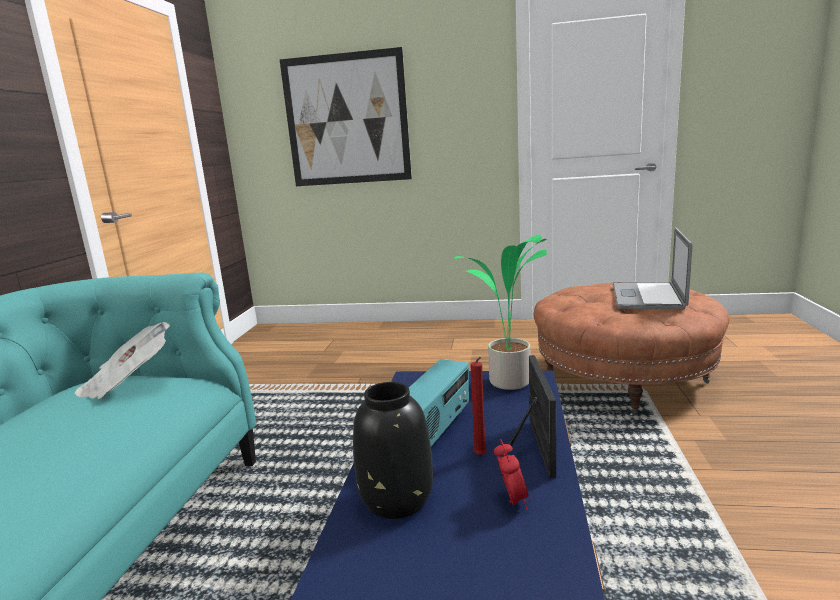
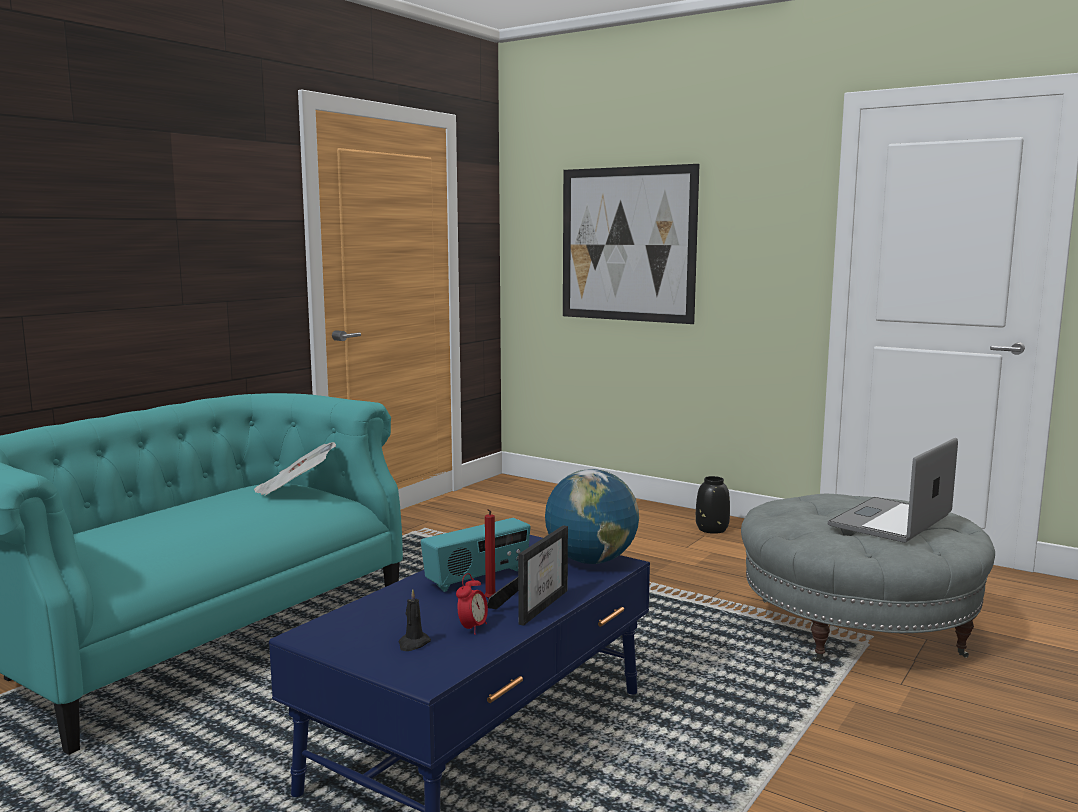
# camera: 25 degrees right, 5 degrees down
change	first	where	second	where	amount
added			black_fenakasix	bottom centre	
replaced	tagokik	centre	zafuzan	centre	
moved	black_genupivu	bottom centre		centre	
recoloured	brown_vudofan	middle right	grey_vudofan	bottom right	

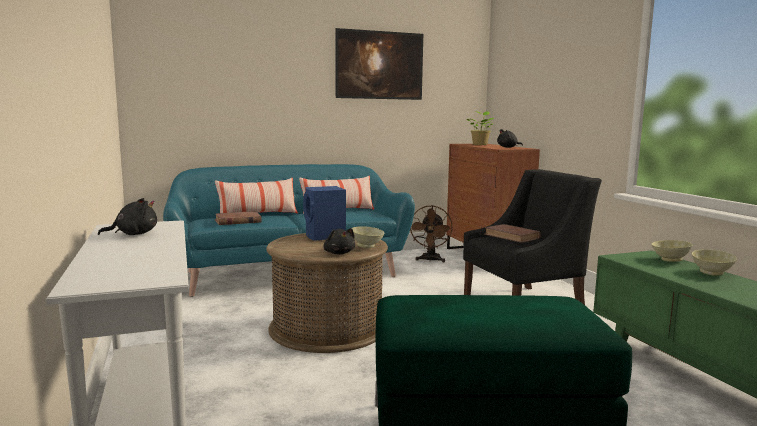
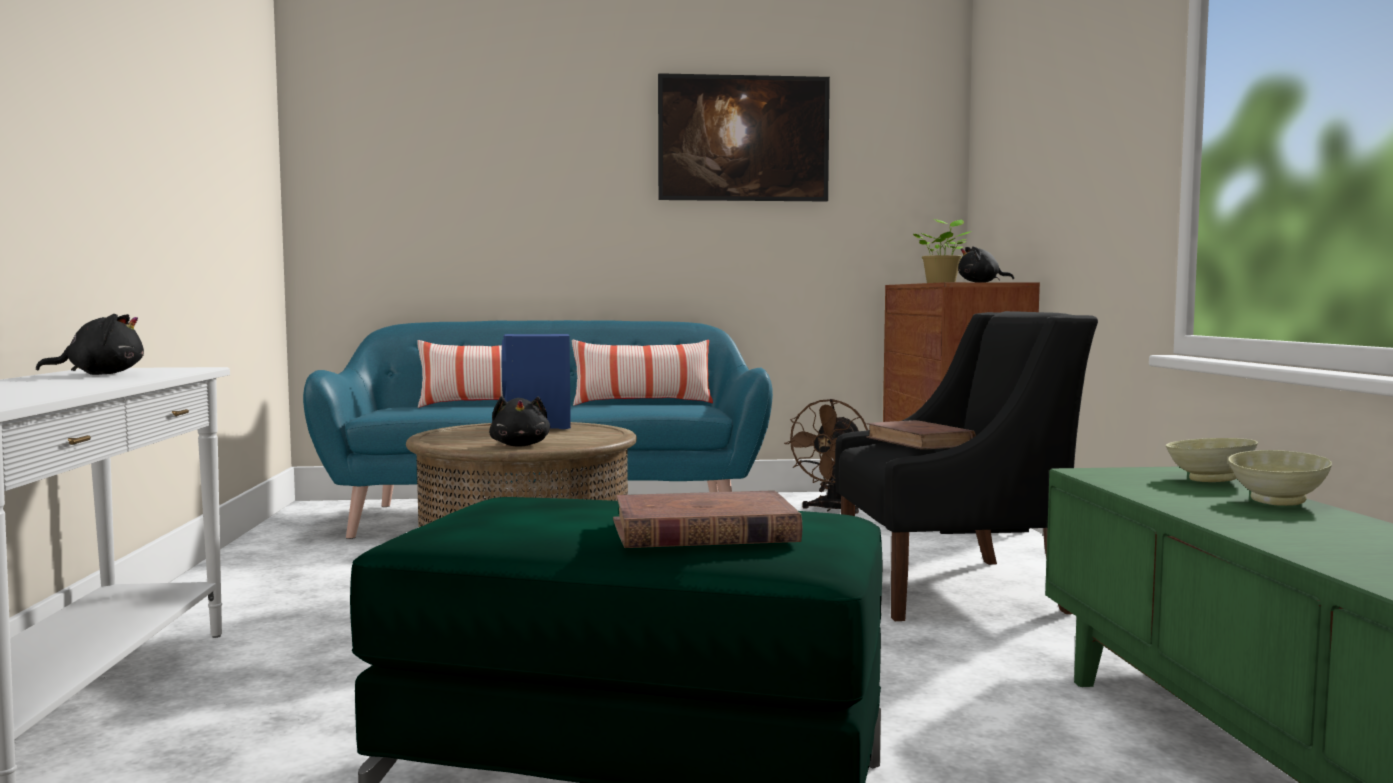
# camera: 15 degrees right, 5 degrees down
change	first	where	second	where	amount
moved	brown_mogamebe (1st from left)	middle left		centre	
removed	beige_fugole (1st from left)	centre			

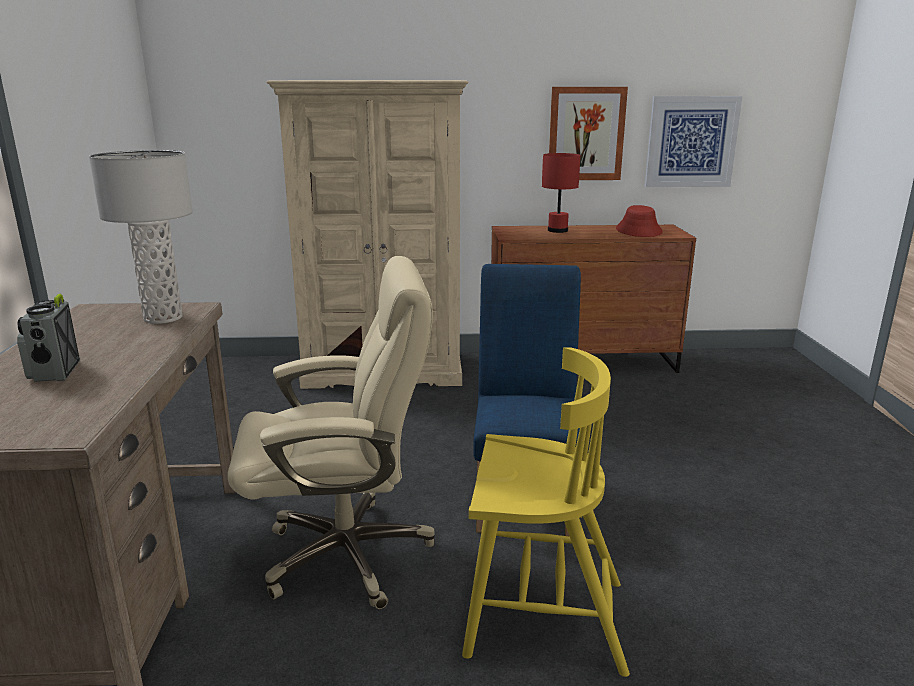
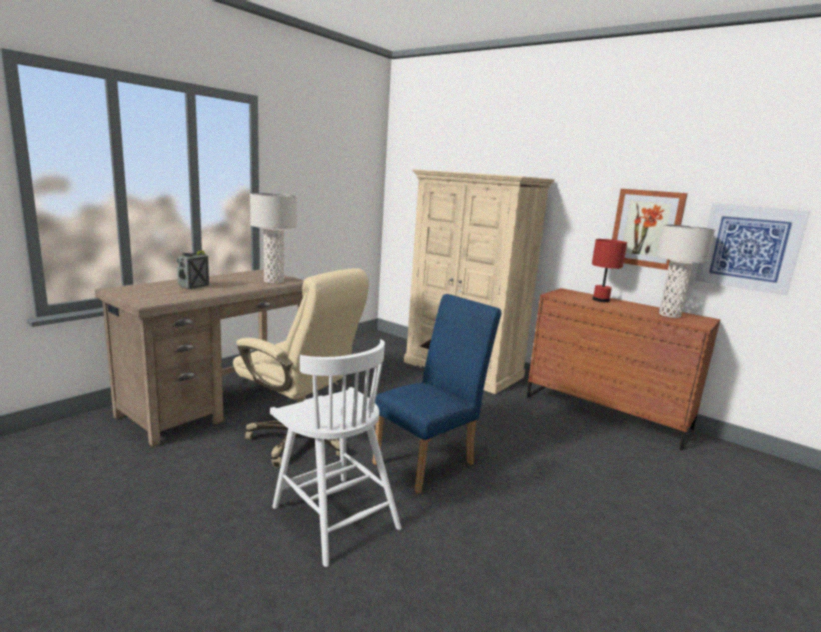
# camera: 40 degrees right, 5 degrees down
change	first	where	second	where	amount
recoloured	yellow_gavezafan	bottom centre	white_gavezafan	bottom centre	
replaced	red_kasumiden	top right	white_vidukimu (2nd from left)	middle right	

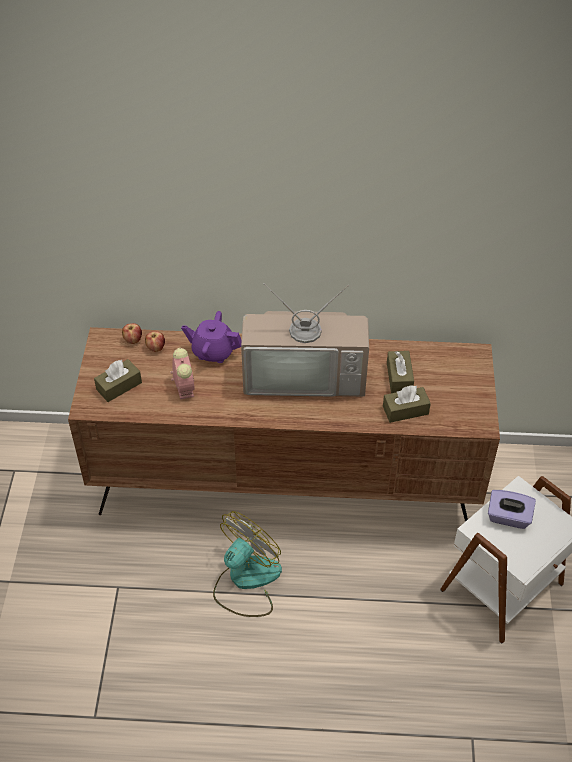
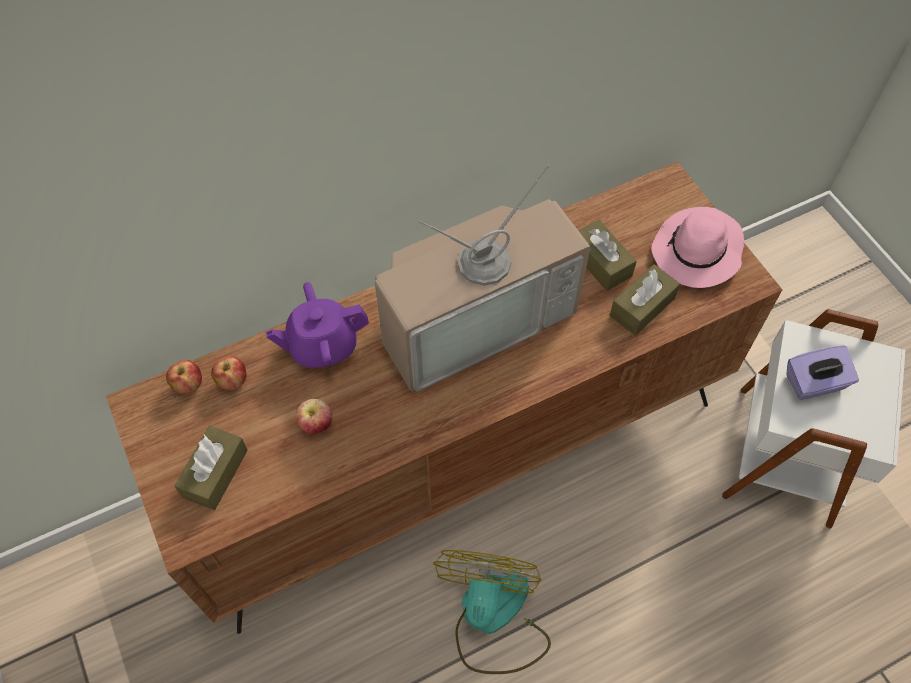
# camera: 30 degrees left, 10 degrees up
change	first	where	second	where	amount
replaced	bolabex	middle left	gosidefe (3rd from left)	centre	
added			pink_kasumiden	middle right	

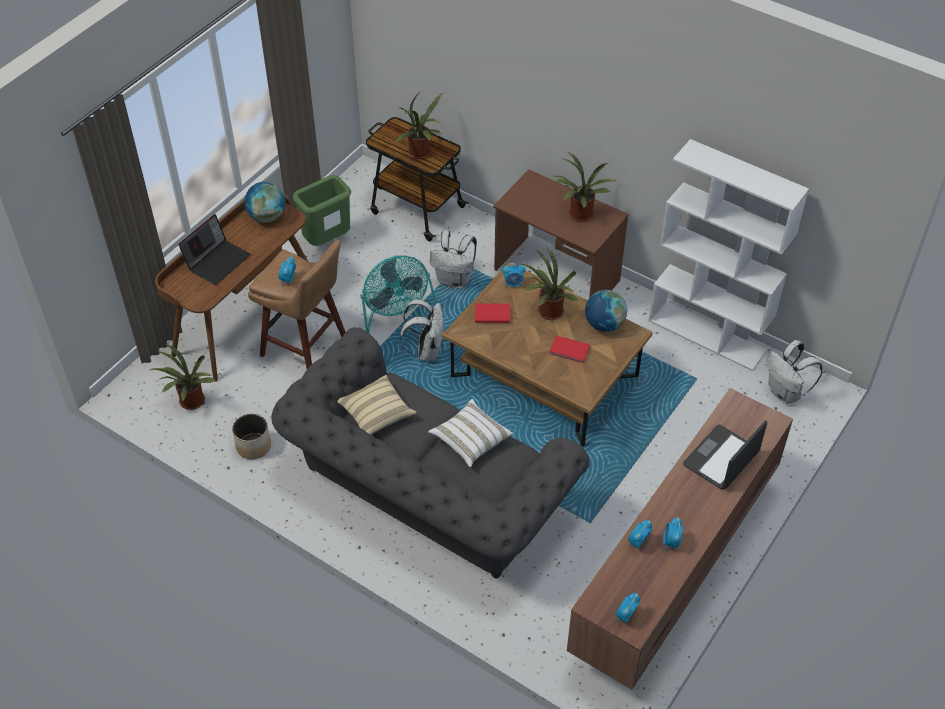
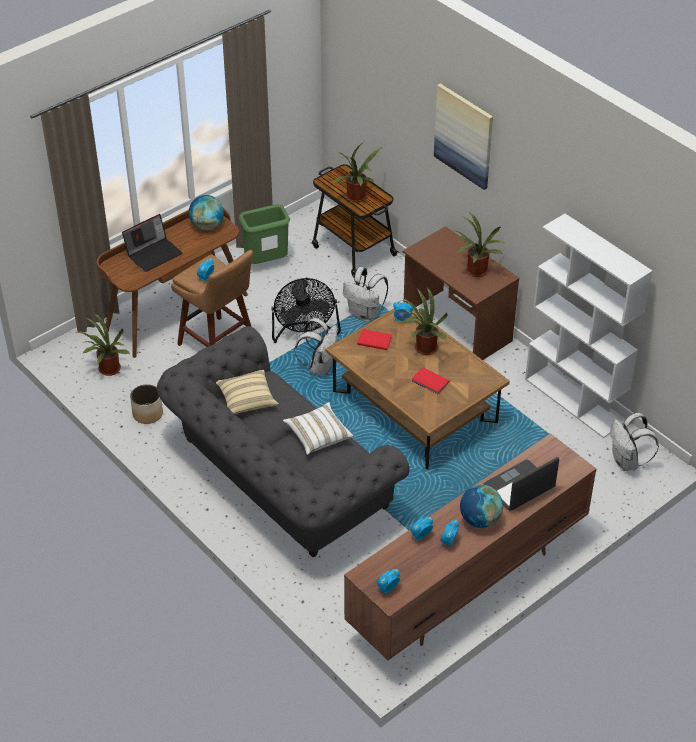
# camera: 15 degrees right, 5 degrees down
change	first	where	second	where	amount
recoloured	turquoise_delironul	centre	black_delironul	centre	
added			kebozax	top centre	
moved	zafuzan (2nd from left)	centre		bottom right	

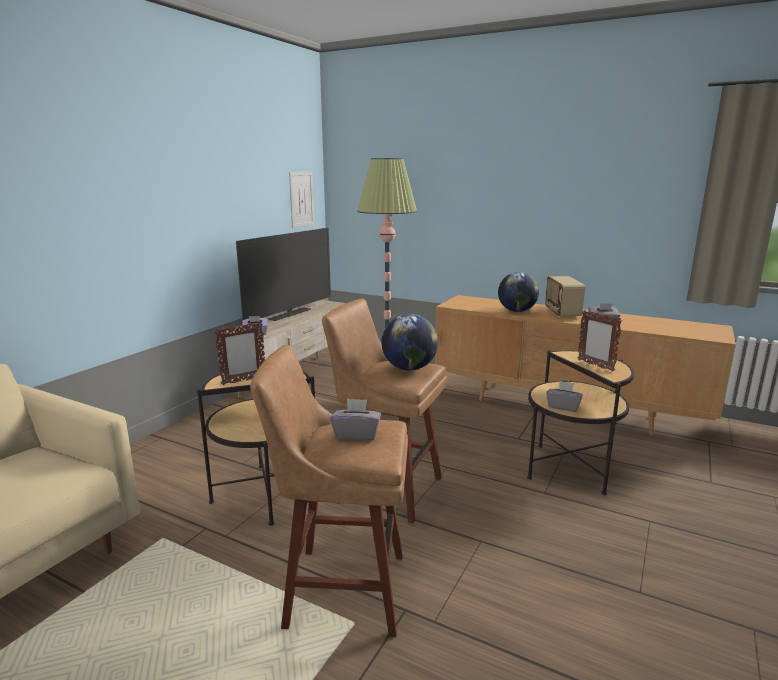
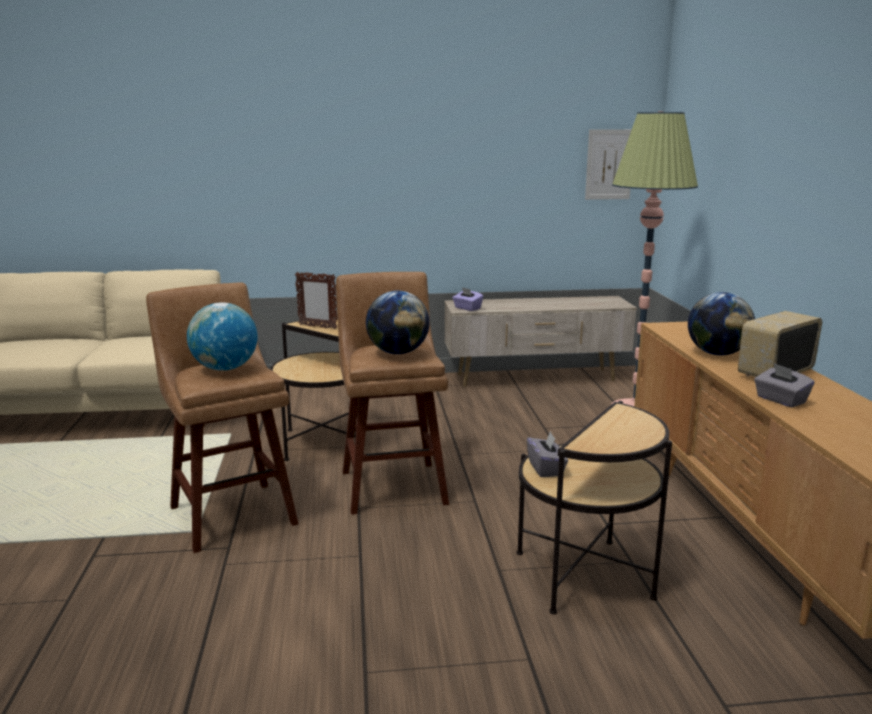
# camera: 55 degrees right, 0 degrees up
change	first	where	second	where	amount
replaced	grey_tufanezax (1st from left)	centre	zafuzan (1st from left)	middle left	
removed	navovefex	centre			
removed	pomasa (2nd from left)	middle right			

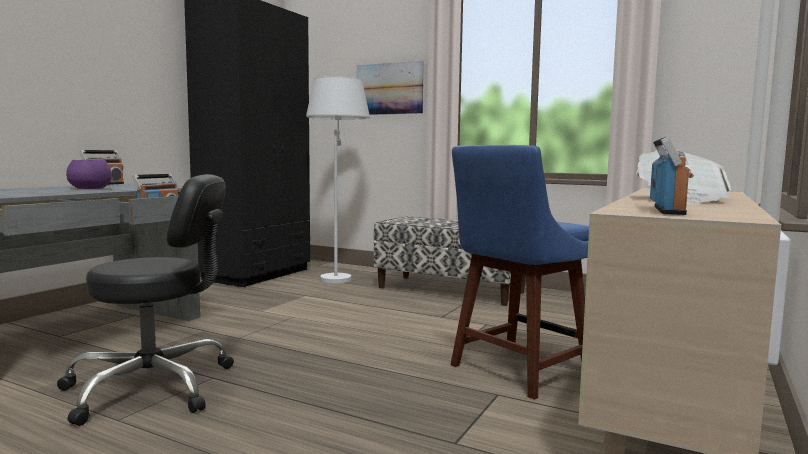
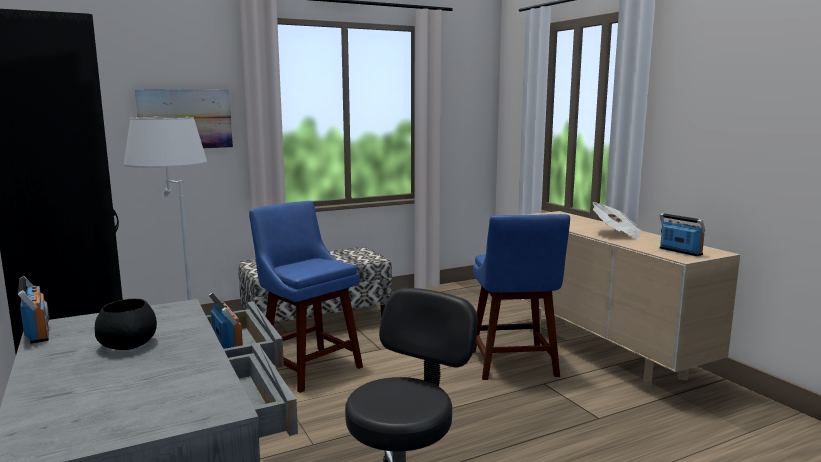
# camera: 55 degrees left, 5 degrees up
change	first	where	second	where	amount
recoloured	purple_fugole	middle left	black_fugole	bottom left	
added			blue_gavezafan (1st from left)	centre	

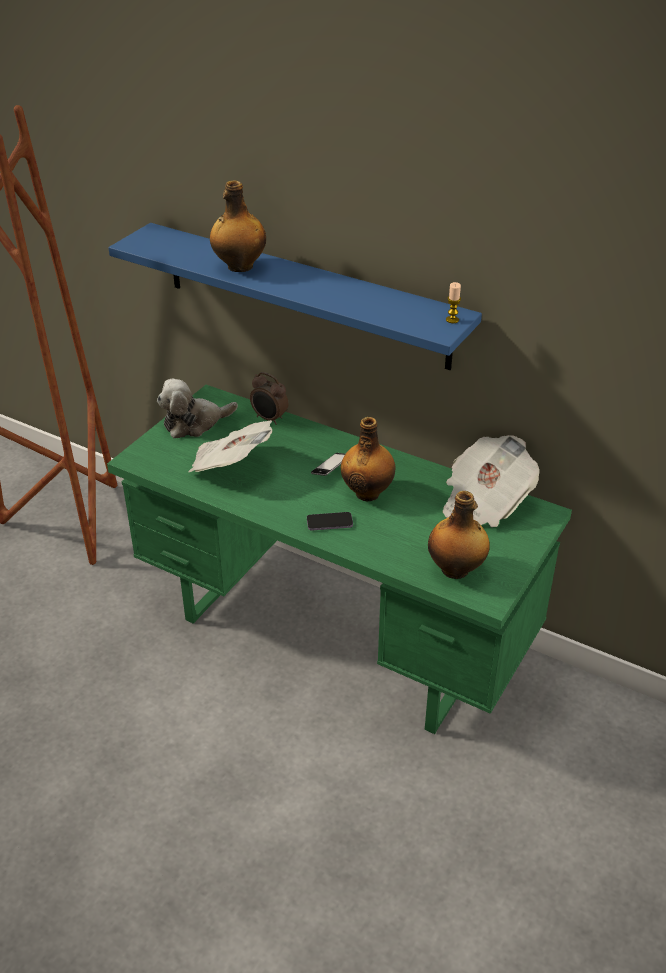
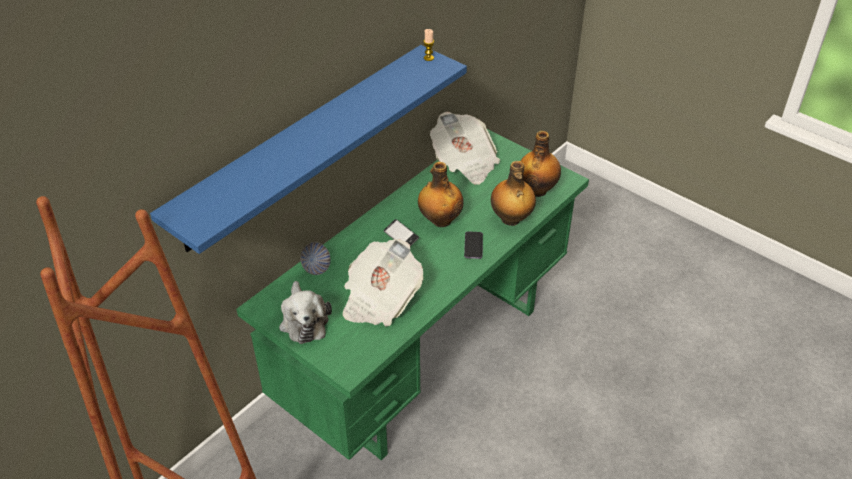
# camera: 80 degrees left, 5 degrees up
change	first	where	second	where	amount
replaced	bolabex	centre	fugole	centre	
moved	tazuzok (1st from left in the first image)	top centre	tazuzok (2nd from left)	centre	

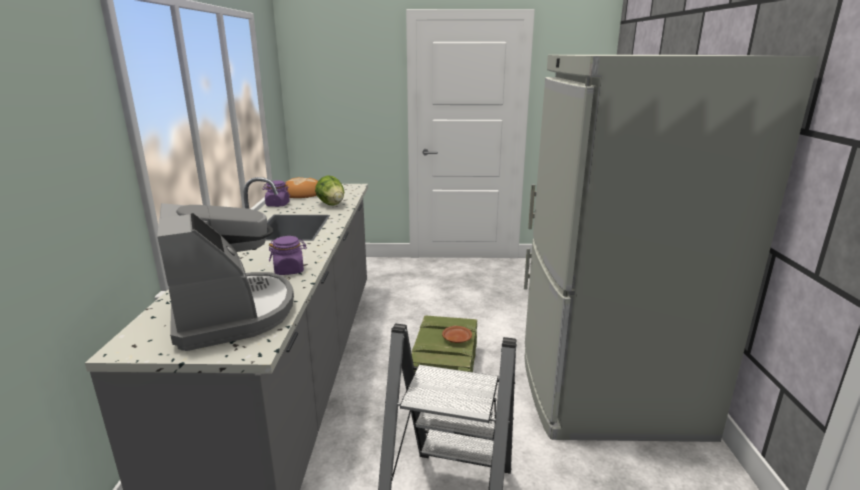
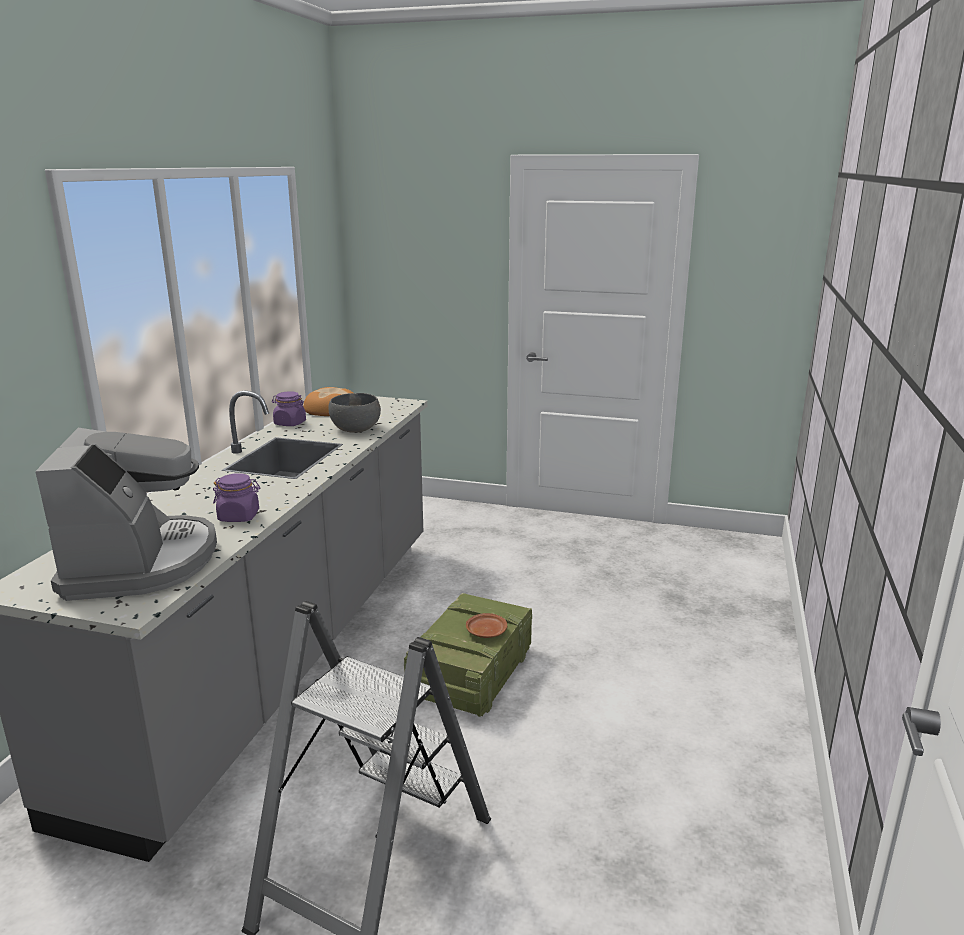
# camera: 15 degrees right, 0 degrees up
change	first	where	second	where	amount
replaced	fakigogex	centre	grey_fugole	centre	
removed	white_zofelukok	middle right			

